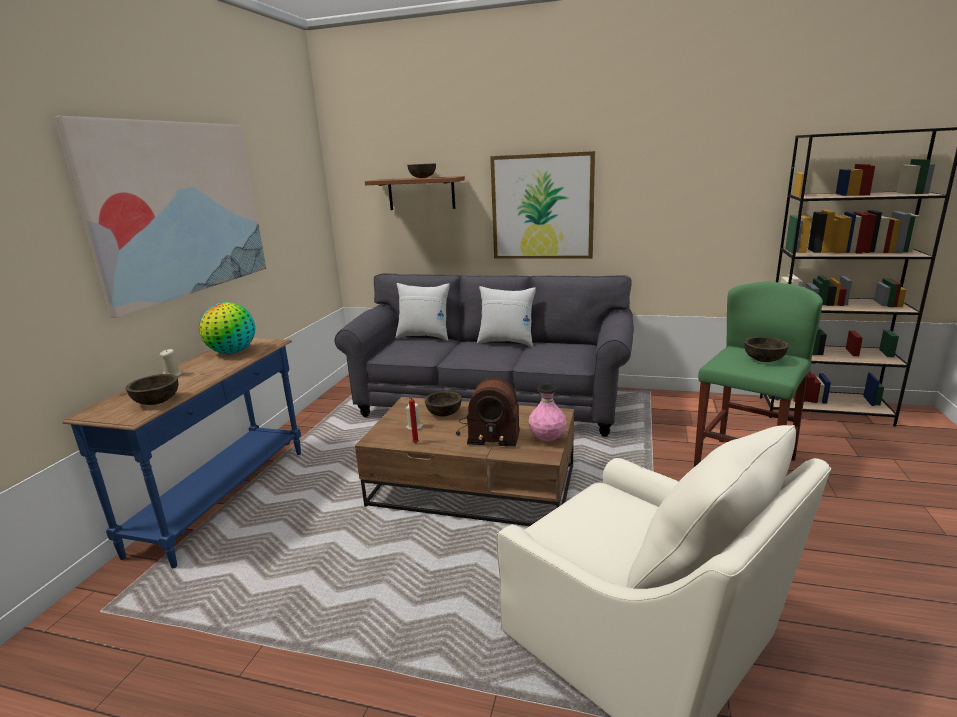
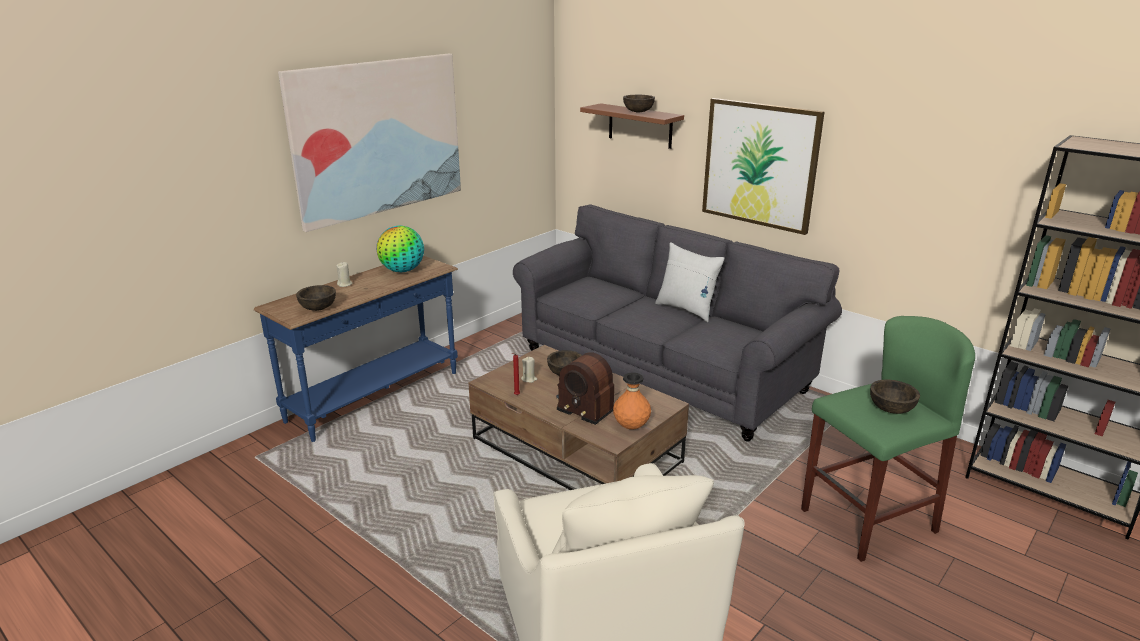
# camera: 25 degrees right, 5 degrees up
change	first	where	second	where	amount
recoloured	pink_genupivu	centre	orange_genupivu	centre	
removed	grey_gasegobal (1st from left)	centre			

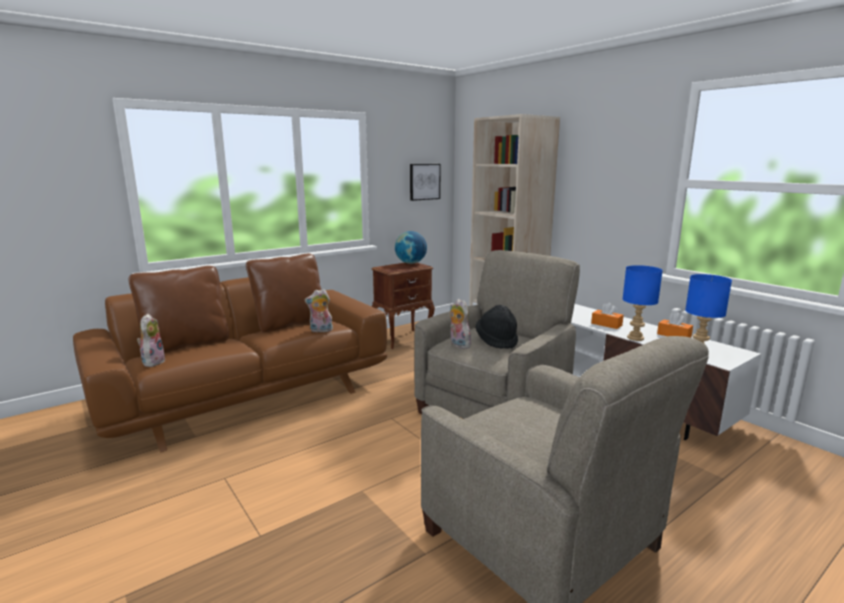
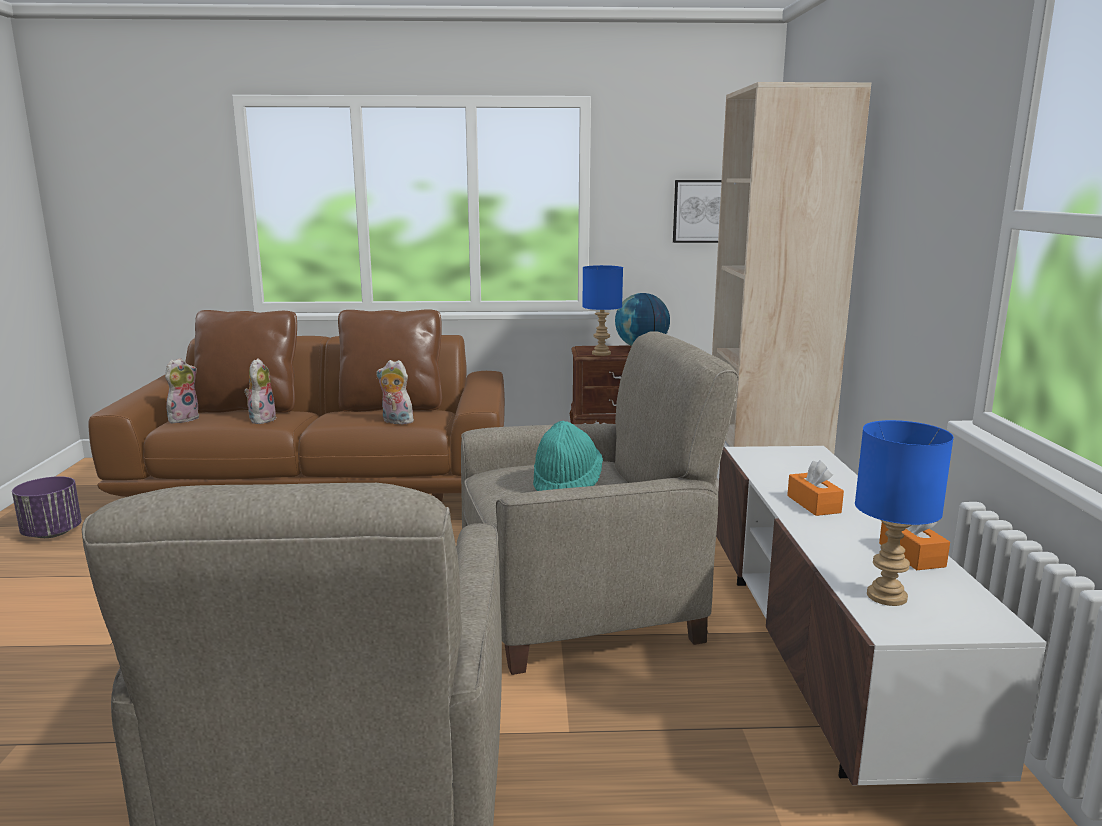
# camera: 35 degrees right, 0 degrees up
change	first	where	second	where	amount
added			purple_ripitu	middle left	
moved	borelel (3rd from left in the first image)	centre	borelel (2nd from left)	middle left	
recoloured	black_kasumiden	centre	turquoise_kasumiden	centre	
moved	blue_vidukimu (1st from left)	middle right		centre	

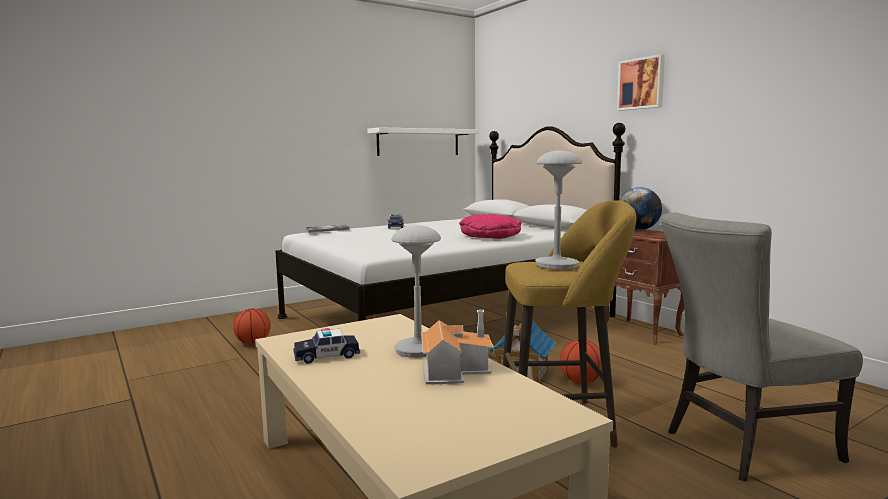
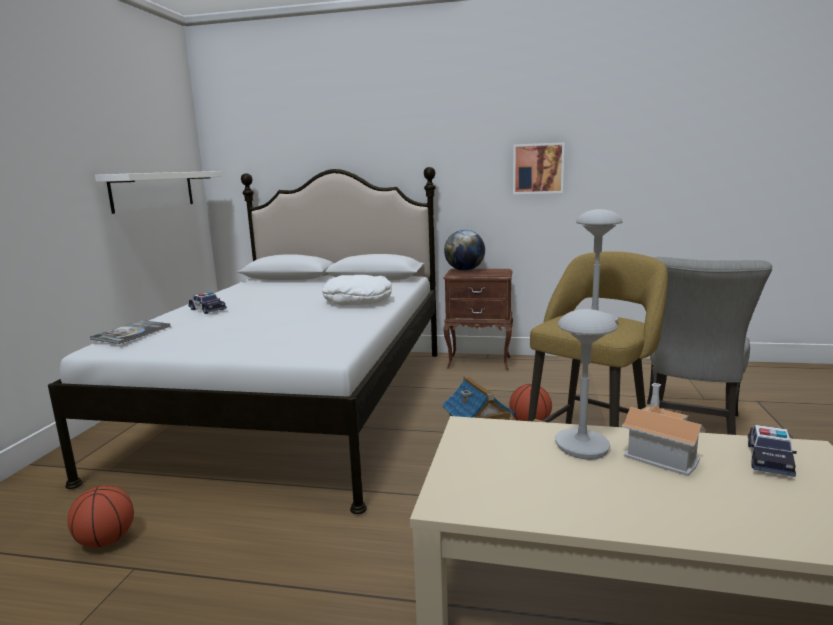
# camera: 45 degrees left, 5 degrees up
change	first	where	second	where	amount
recoloured	pink_gasegobal	centre	white_gasegobal	centre	
moved	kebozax	top right		top centre	
moved	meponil (1st from left in the first image)	bottom centre	meponil (2nd from left)	bottom right	

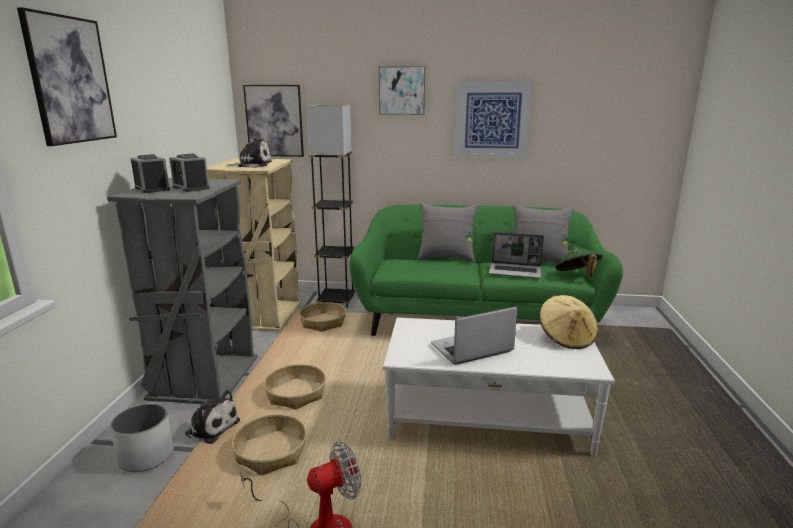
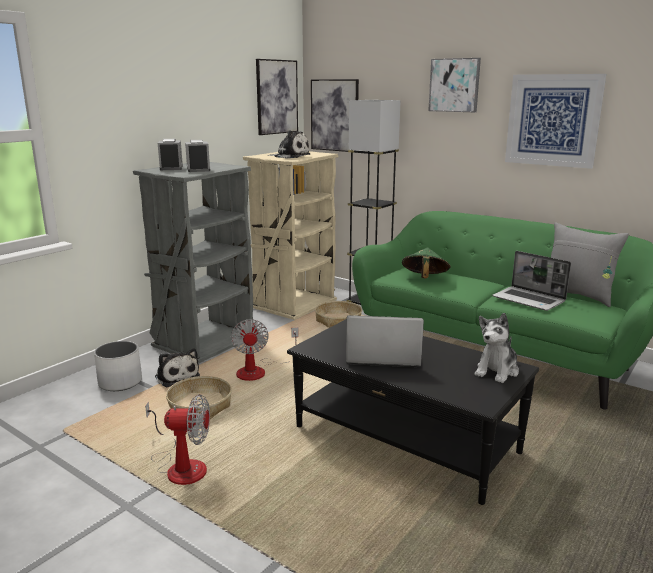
# camera: 30 degrees right, 0 degrees up
change	first	where	second	where	amount
replaced	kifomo (2nd from left)	bottom centre	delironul (2nd from left)	centre	
moved	kebozax (1st from left)	top left		top centre	
recoloured	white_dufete	bottom centre	black_dufete	bottom centre	
moved	green_kasumiden	middle right		centre	
replaced	beige_kasumiden	middle right	borelel (3rd from left)	middle right	
removed	grey_gasegobal (1st from left)	centre			

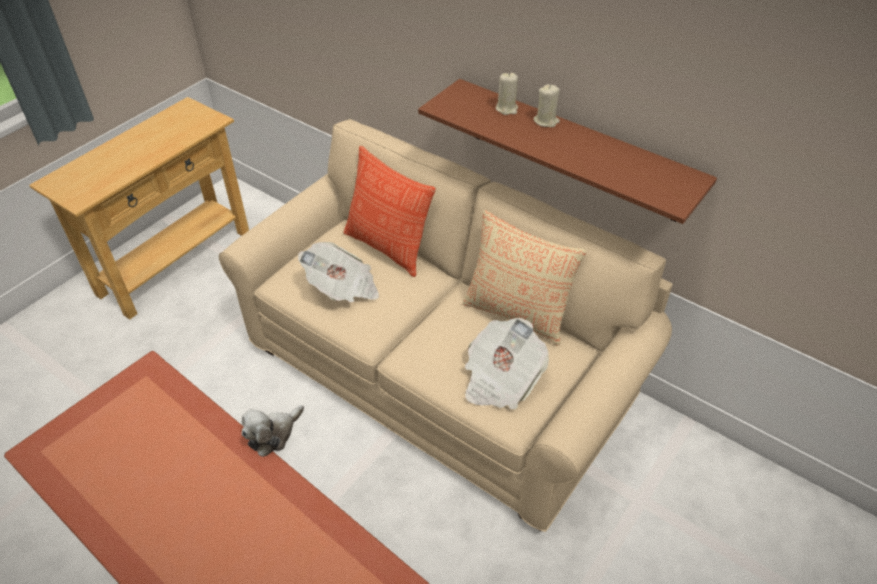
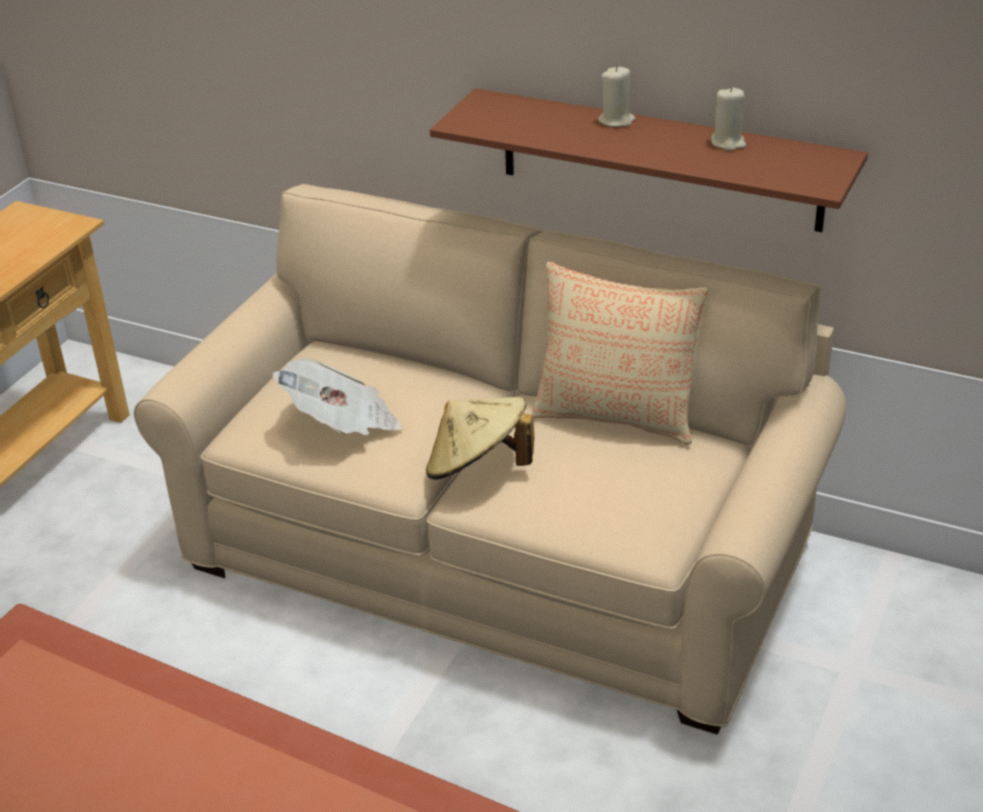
# camera: 10 degrees left, 10 degrees down
change	first	where	second	where	amount
added			beige_kasumiden	centre	
moved	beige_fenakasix (1st from left in the first image)	top centre	beige_fenakasix (2nd from left)	top right	
removed	borelel	bottom left			
removed	orange_gasegobal	centre			
removed	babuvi (2nd from left)	centre			

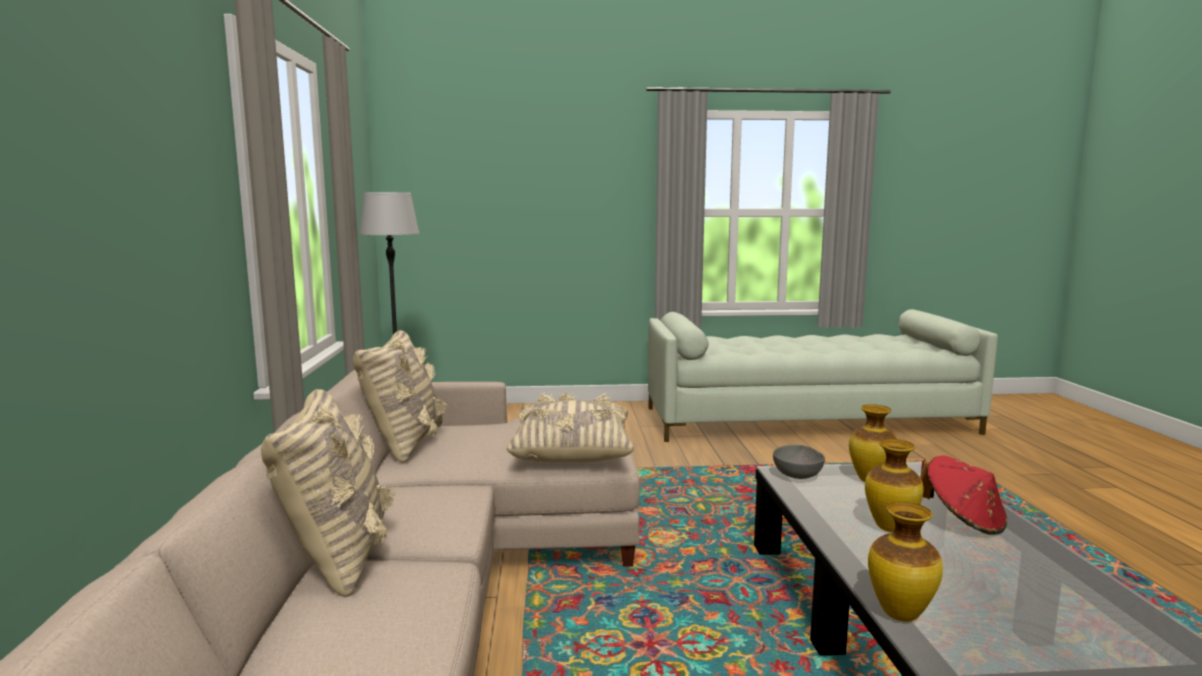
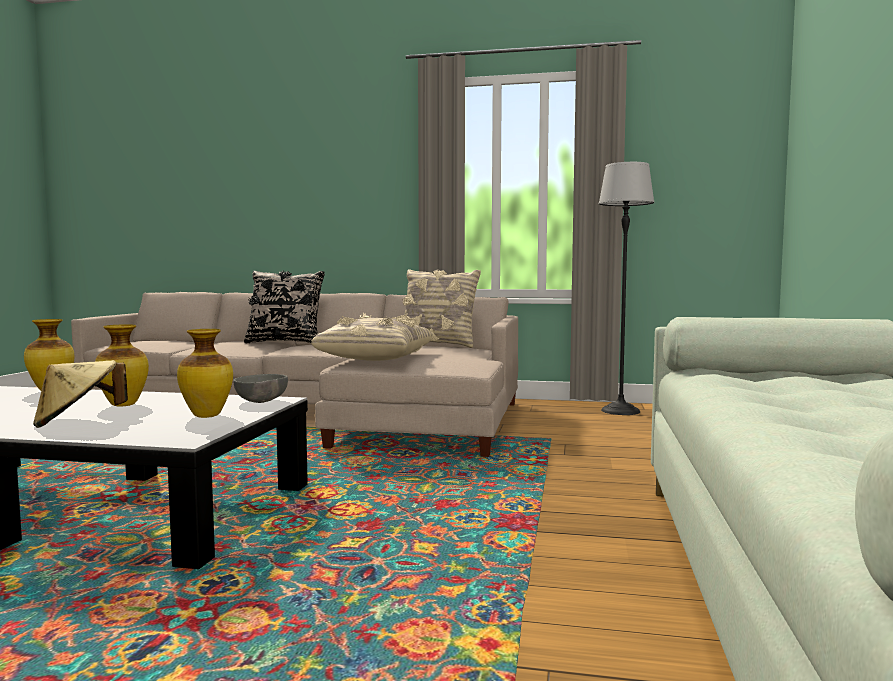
# camera: 105 degrees right, 5 degrees down
change	first	where	second	where	amount
recoloured	red_kasumiden	bottom right	beige_kasumiden	middle left	
recoloured	beige_gasegobal (1st from left)	bottom left	black_gasegobal	middle left	

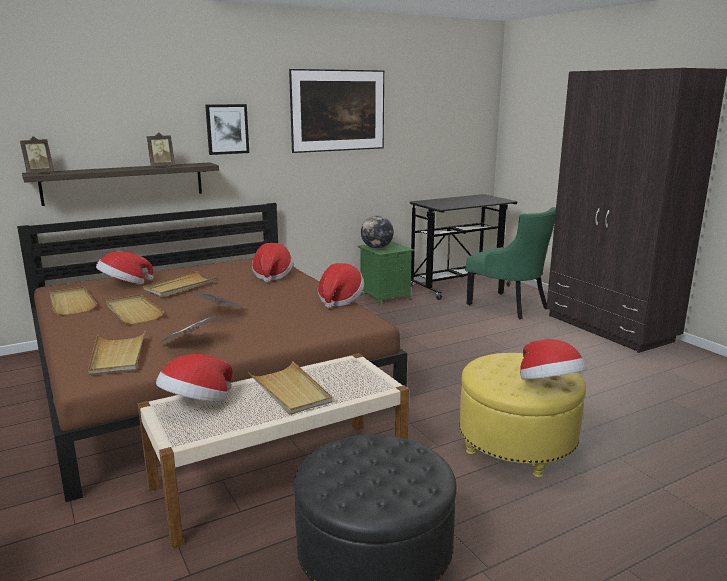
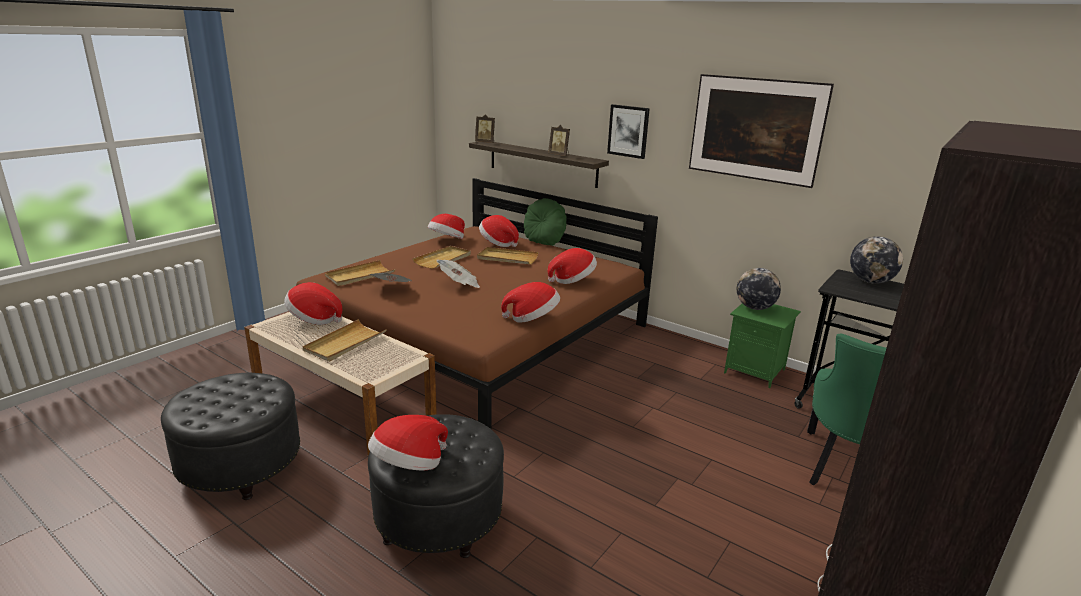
# camera: 65 degrees right, 5 degrees up
change	first	where	second	where	amount
recoloured	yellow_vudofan	bottom right	black_vudofan (2nd from left)	bottom centre	
replaced	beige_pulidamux (1st from left)	middle left	kasumiden (3rd from left)	centre	
added			green_gasegobal	centre	
added			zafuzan (2nd from left)	middle right	

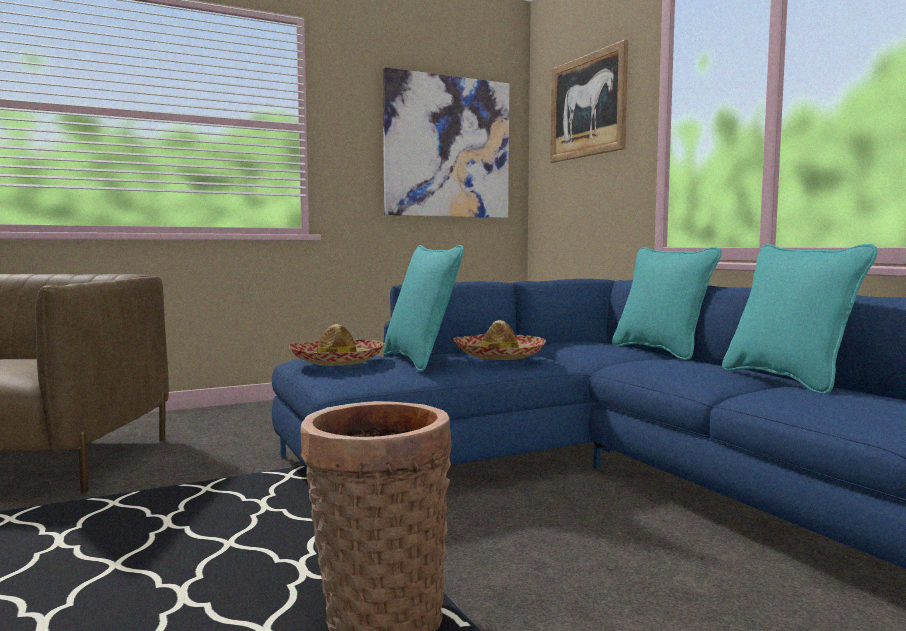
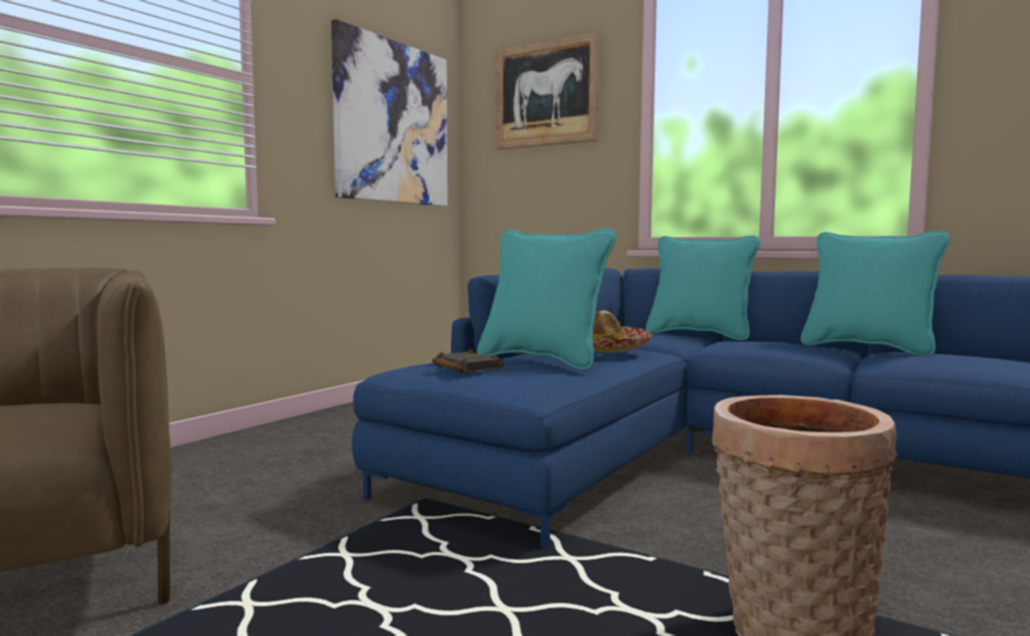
# camera: 30 degrees left, 0 degrees up
change	first	where	second	where	amount
replaced	kasumiden (1st from left)	centre	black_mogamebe	centre	

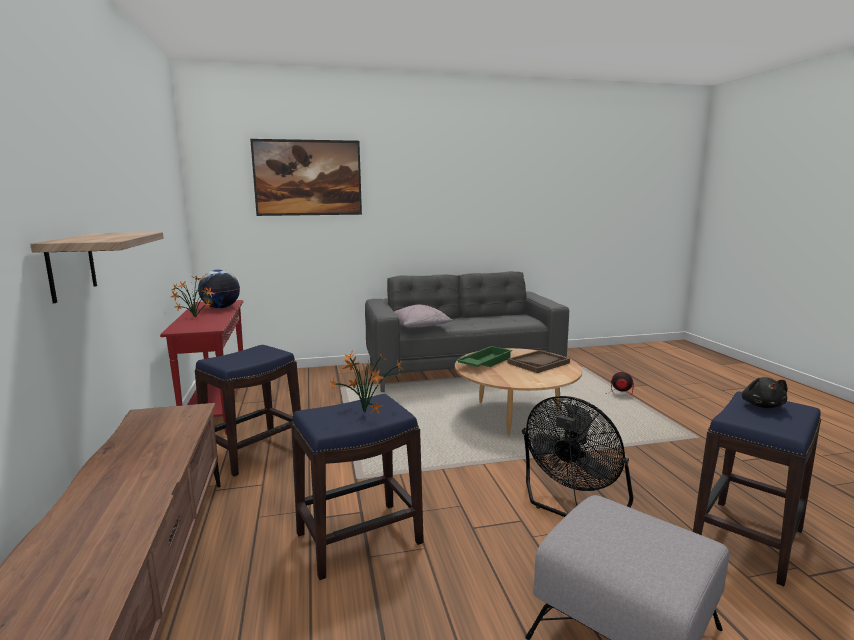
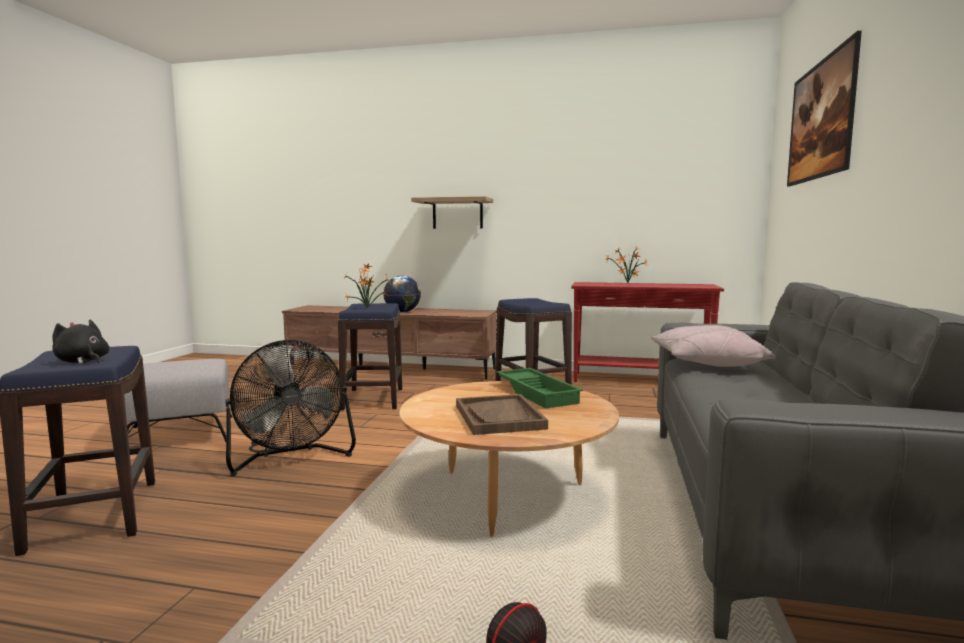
# camera: 115 degrees right, 5 degrees down
change	first	where	second	where	amount
moved	zafuzan	middle left		centre	

